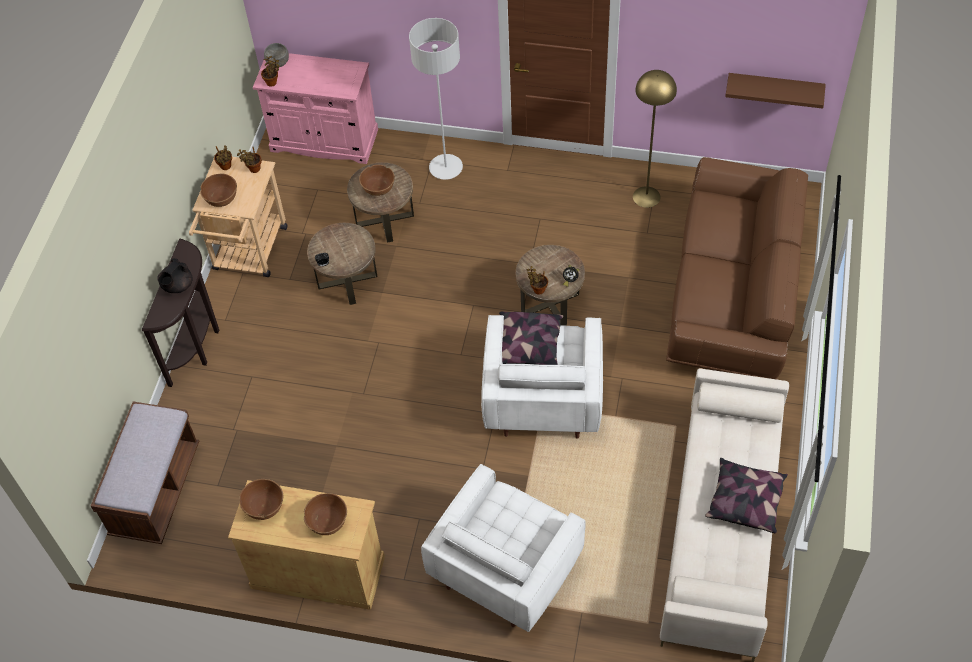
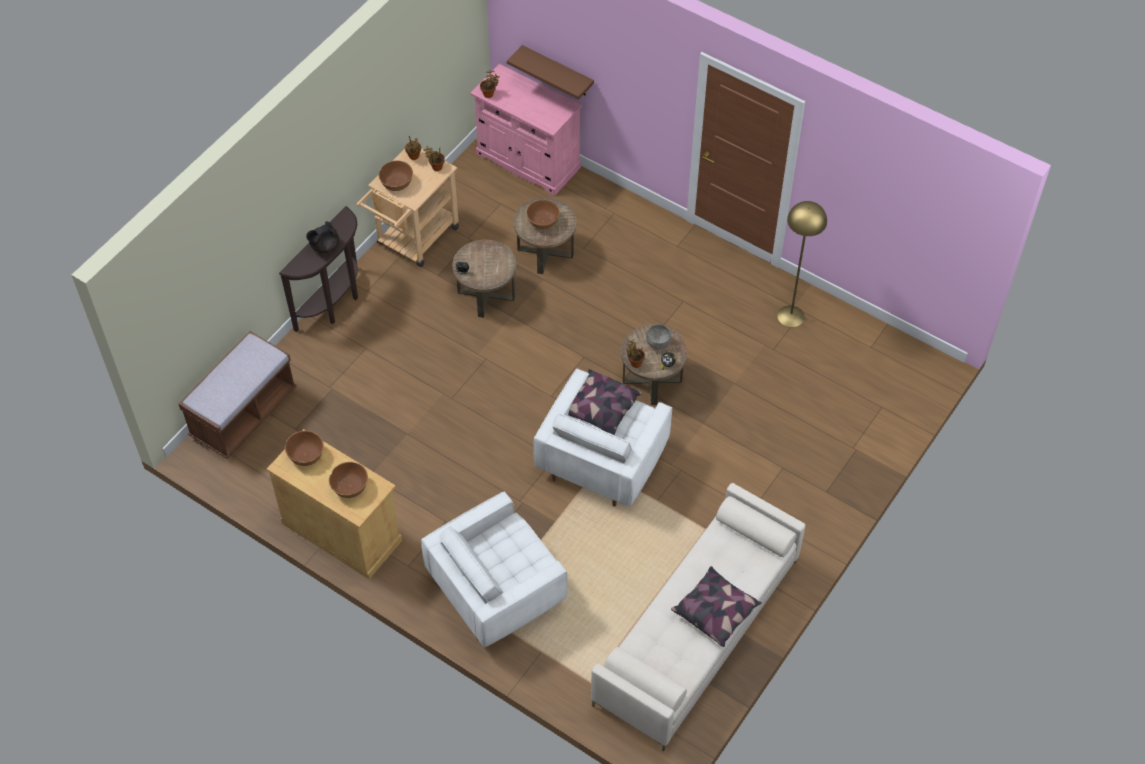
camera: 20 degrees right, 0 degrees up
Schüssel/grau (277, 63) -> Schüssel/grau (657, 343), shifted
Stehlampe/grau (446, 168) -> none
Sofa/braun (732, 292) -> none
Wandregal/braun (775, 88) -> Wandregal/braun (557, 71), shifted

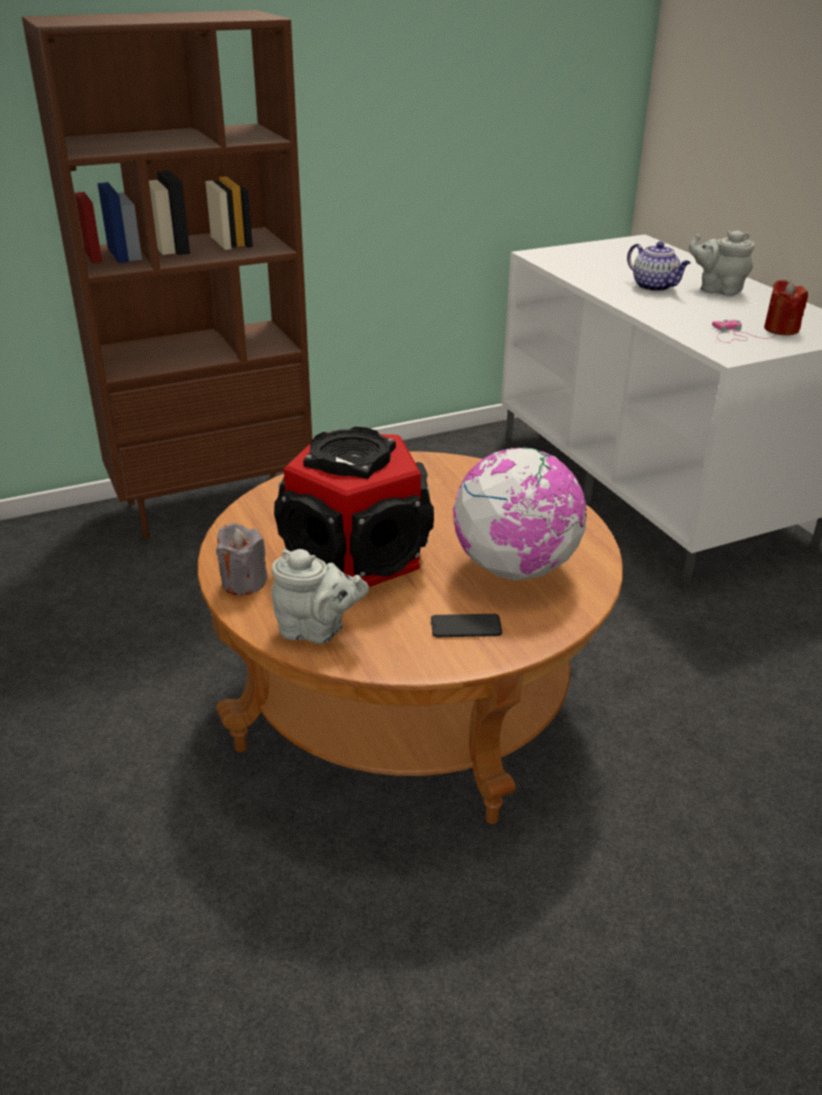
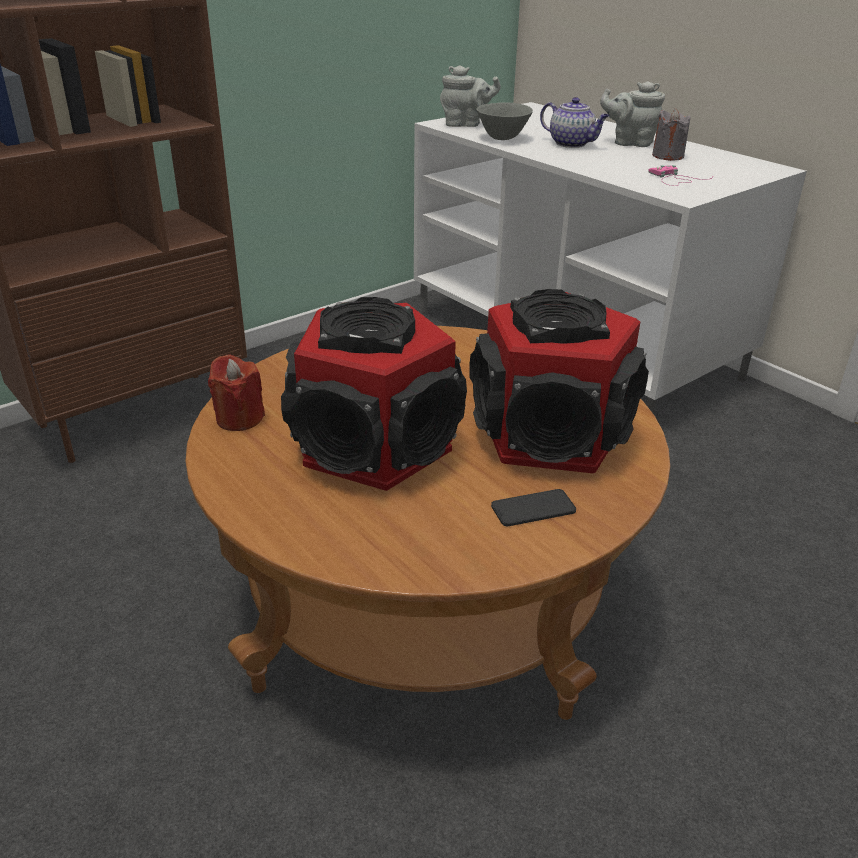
camera: 15 degrees left, 0 degrees up
Kerze/grau (243, 583) -> Kerze/grau (667, 156), shifted
Teekanne/grau (316, 631) -> Teekanne/grau (466, 125), shifted
Globus (515, 569) -> Lautsprecher (552, 436)
Kerze/rot (781, 329) -> Kerze/rot (239, 418), shifted
none -> Schüssel/grau (502, 138)

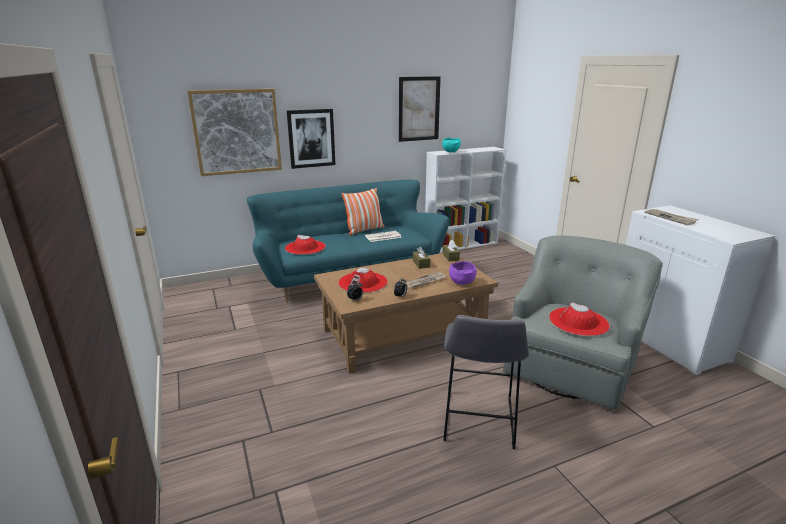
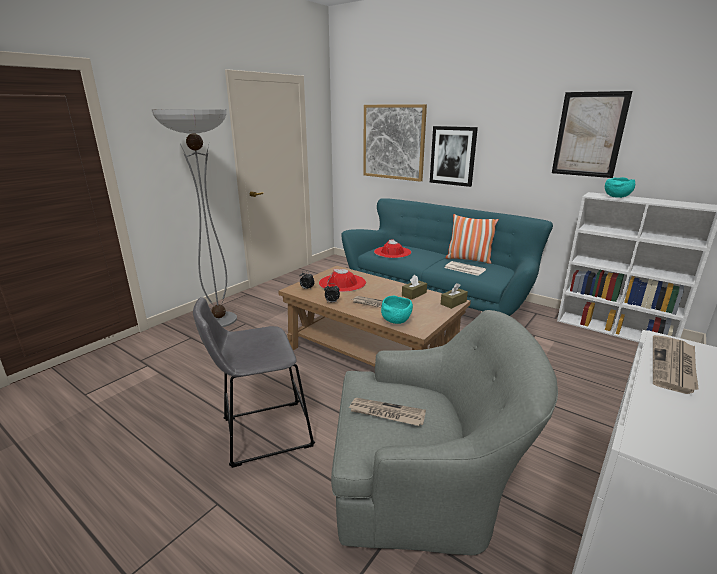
camera: 60 degrees right, 0 degrees up
Schüssel/lila (461, 282) -> Schüssel/türkis (396, 321)
Hut/rot (578, 321) -> Zeitung (386, 413)
none -> Stehlampe (219, 320)

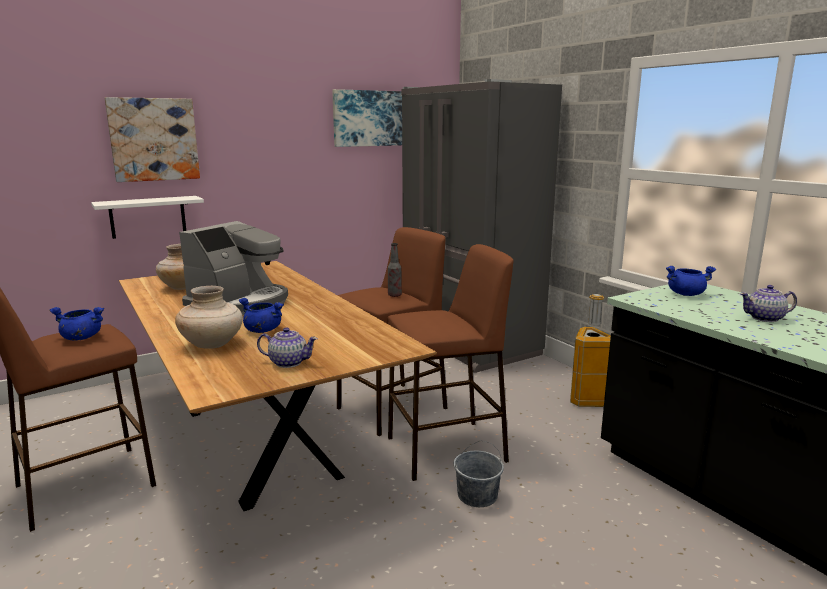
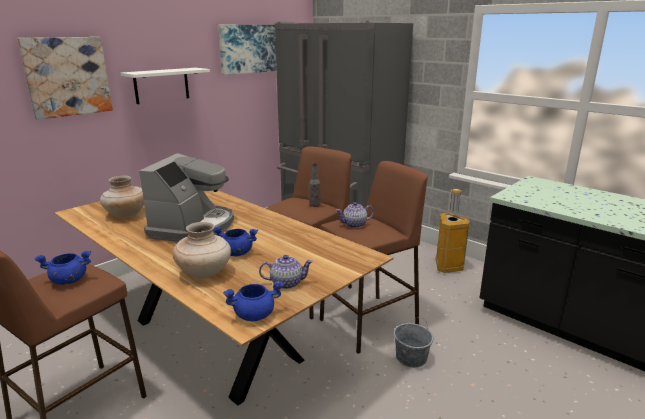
camera: 15 degrees left, 5 degrees up
Wandregal/weiß (148, 217) -> Wandregal/weiß (161, 85), shifted
Kochtopf/blau (686, 294) -> Kochtopf/blau (254, 314), shifted
Teekanne (765, 318) -> Teekanne (355, 225), shifted

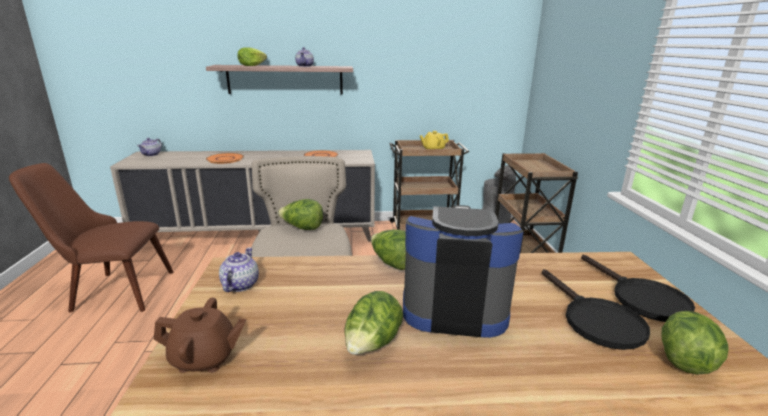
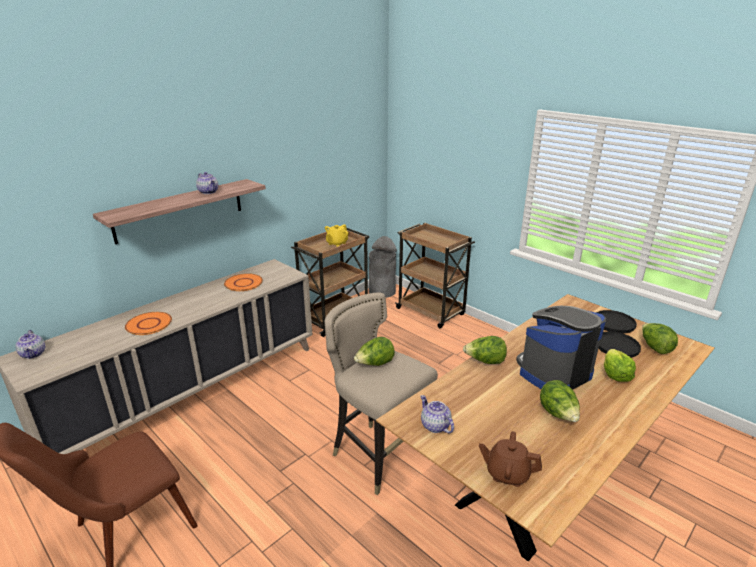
camera: 40 degrees left, 5 degrees up
Teekanne/braun (205, 358) -> Teekanne/braun (507, 473), 120 degrees counterclockwise
Salatkopf (251, 65) -> Salatkopf (615, 374), shifted

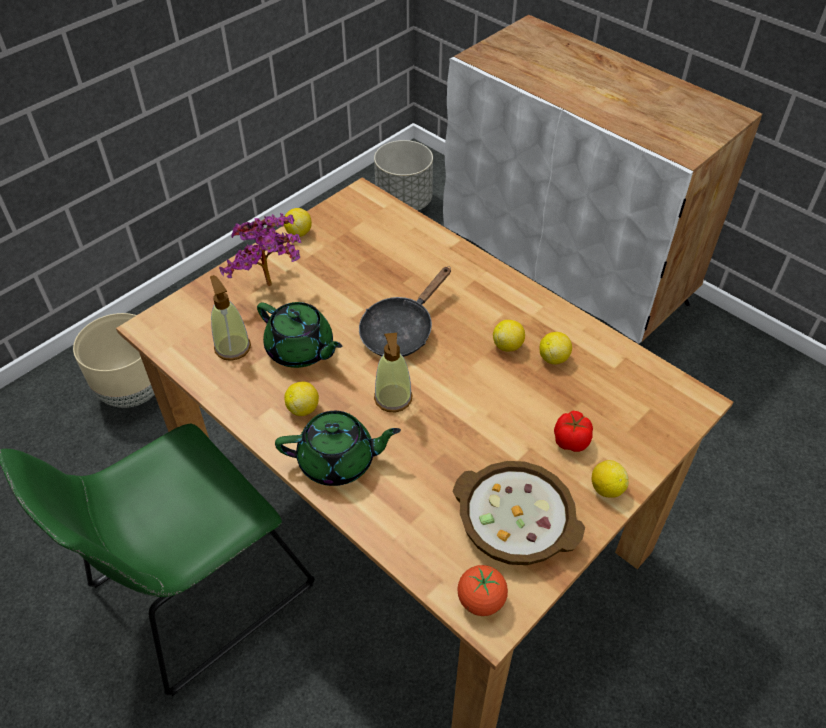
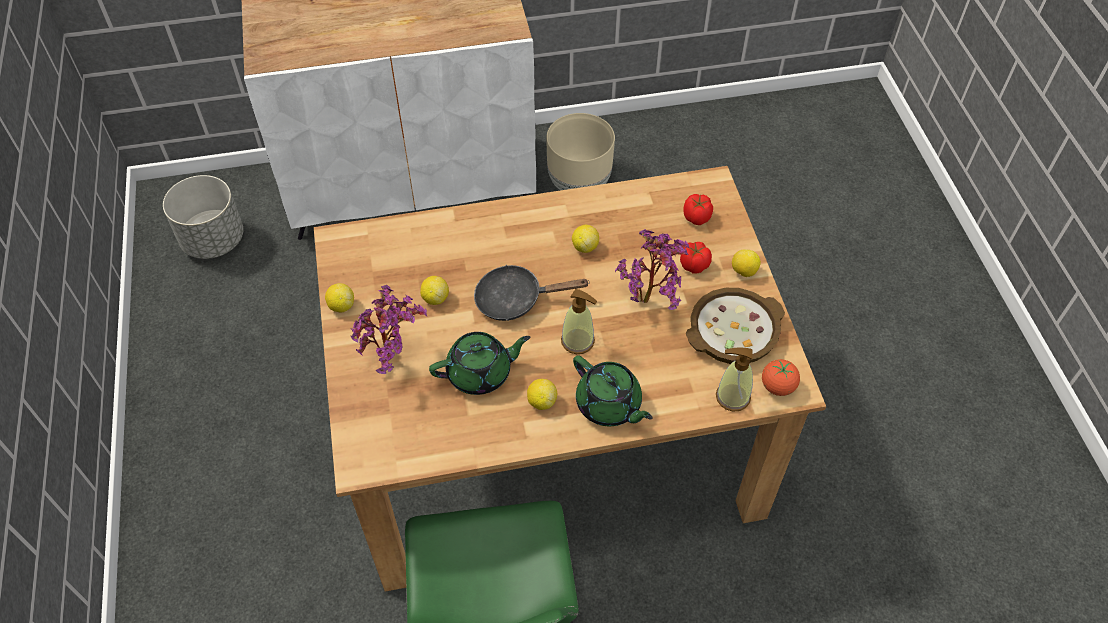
camera: 55 degrees left, 5 degrees up
Pflanzkübel/beige (134, 390) -> Pflanzkübel/beige (578, 183), shifted
Seifenspender (232, 347) -> Seifenspender (732, 397), shifted
Teekanne/grün (338, 461) -> Teekanne/grün (609, 405), 105 degrees clockwise
Pfanne/schwarz (401, 330) -> Pfanne/schwarz (515, 299), 105 degrees clockwise
Zitrone (553, 358) -> Zitrone (435, 298), shifted
none -> Topfpflanze (650, 300)
none -> Tomate (696, 218)

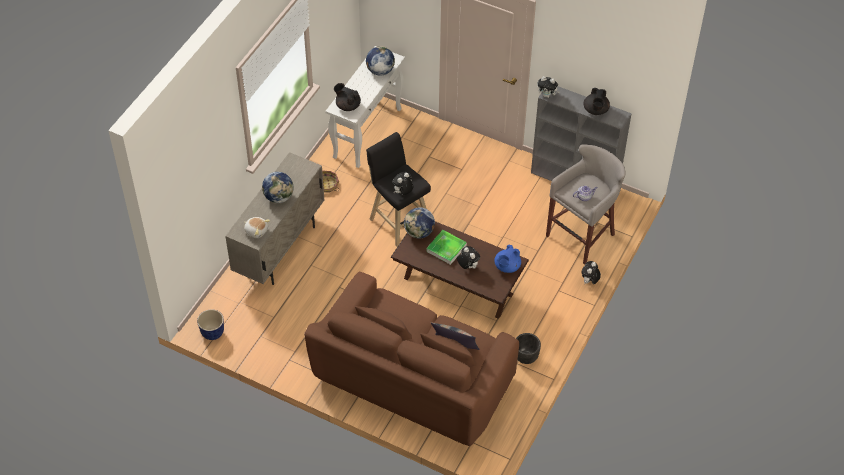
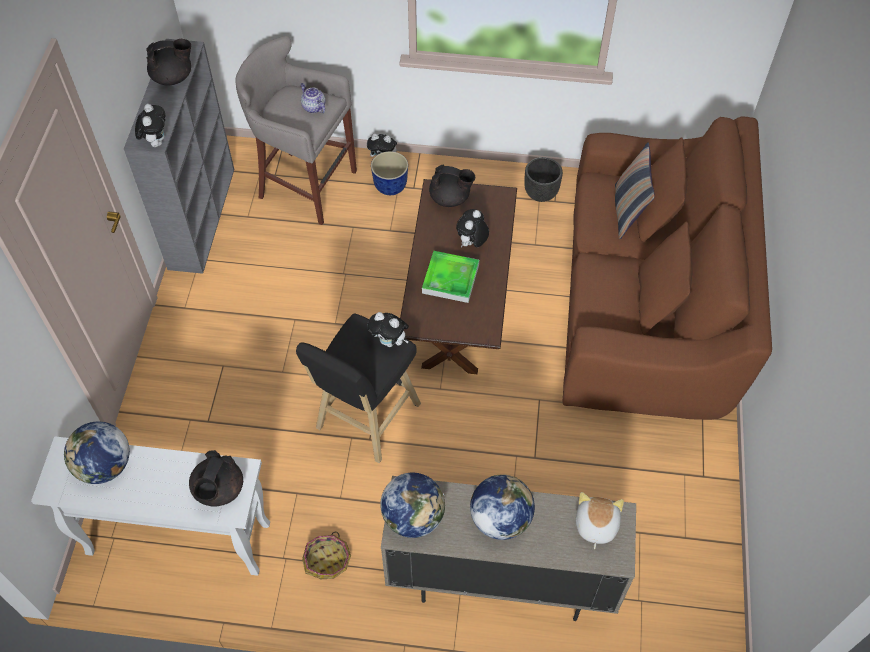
camera: 110 degrees left, 5 degrees up
Pflanzkübel (212, 333) -> Pflanzkübel (390, 187), shifted
Globus (419, 232) -> Globus (413, 517), shifted
Teekanne/blau (507, 267) -> Teekanne/schwarz (450, 198)

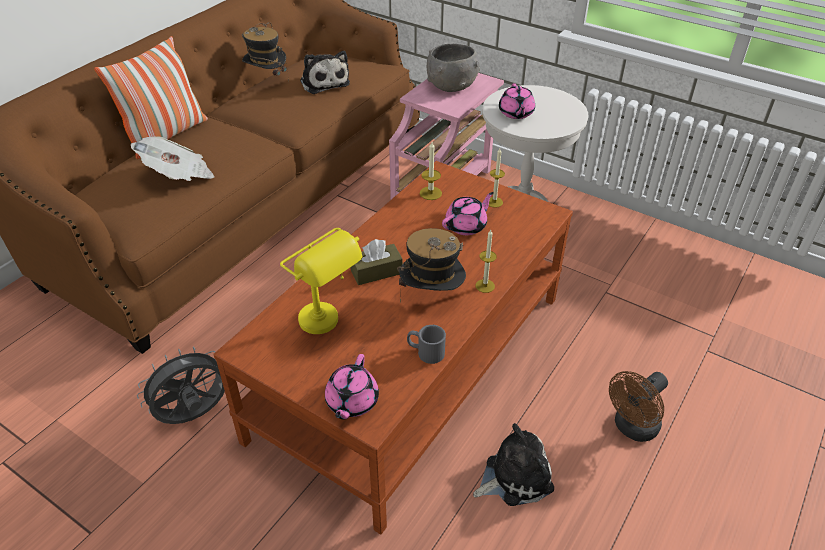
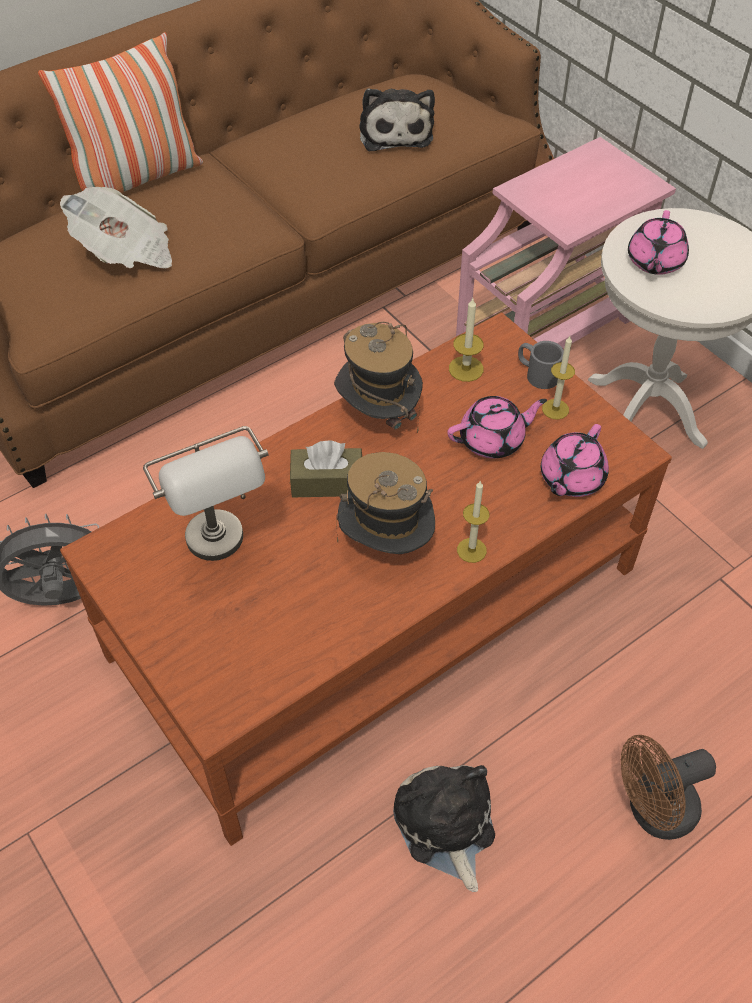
camera: 20 degrees right, 10 degrees up
Hut (267, 80) -> Hut (378, 417), shifted
Tischlampe/gelb (329, 326) -> Tischlampe/grau (224, 551)
Teekanne/rosa (351, 402) -> Teekanne/rosa (571, 478), shifted
Henkelbecher/grau (425, 352) -> Henkelbecher/grau (537, 373), shifted
Schüssel/grau (451, 86) -> none
Plüschtier (514, 476) -> Plüschtier (445, 826), 105 degrees counterclockwise

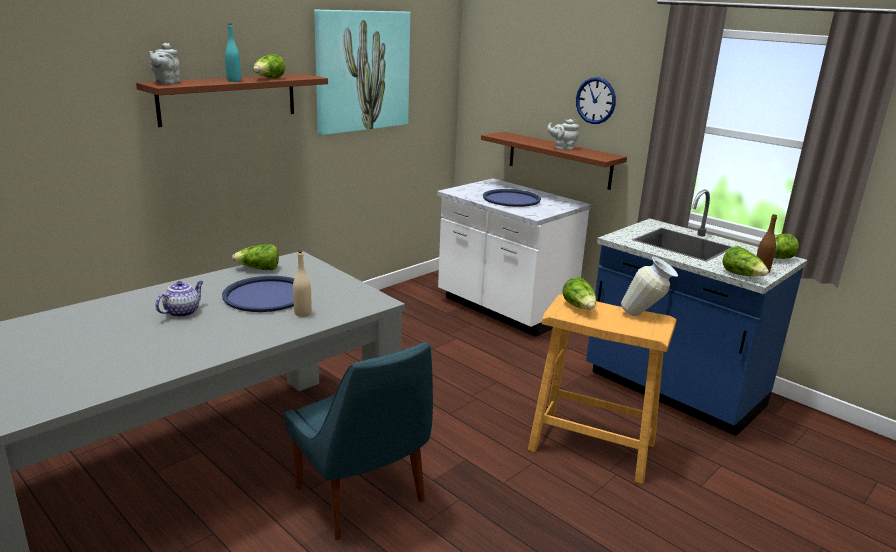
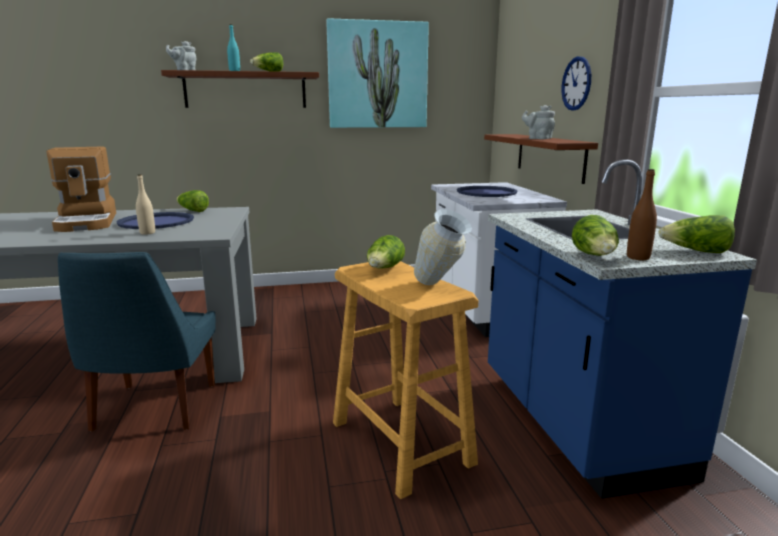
camera: 35 degrees right, 5 degrees down
Teekanne (182, 312) -> Kaffeemaschine (88, 222)

